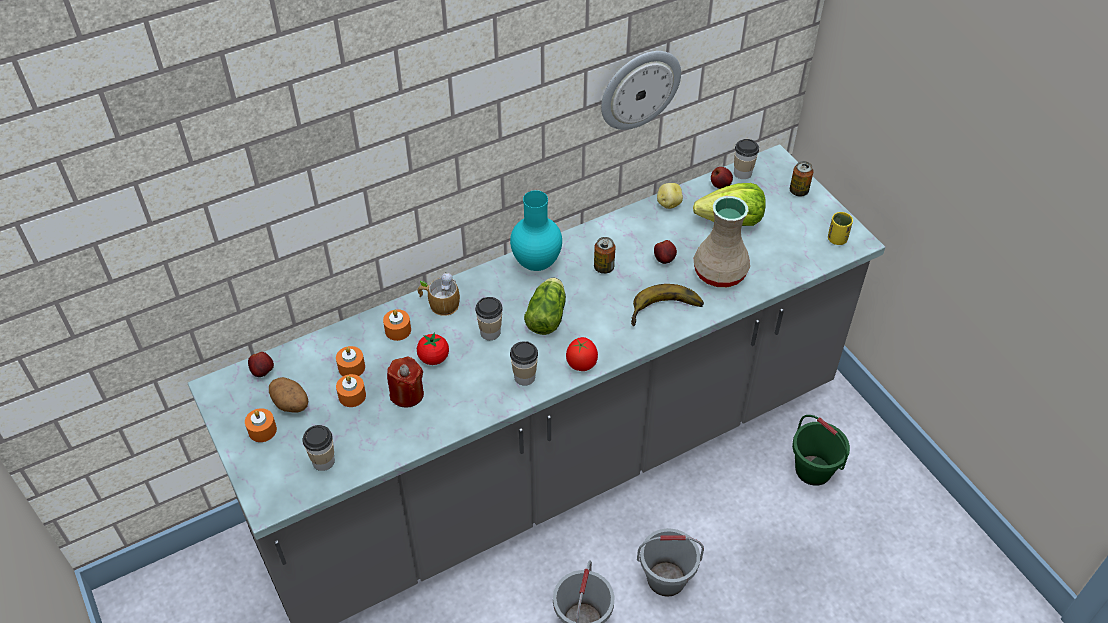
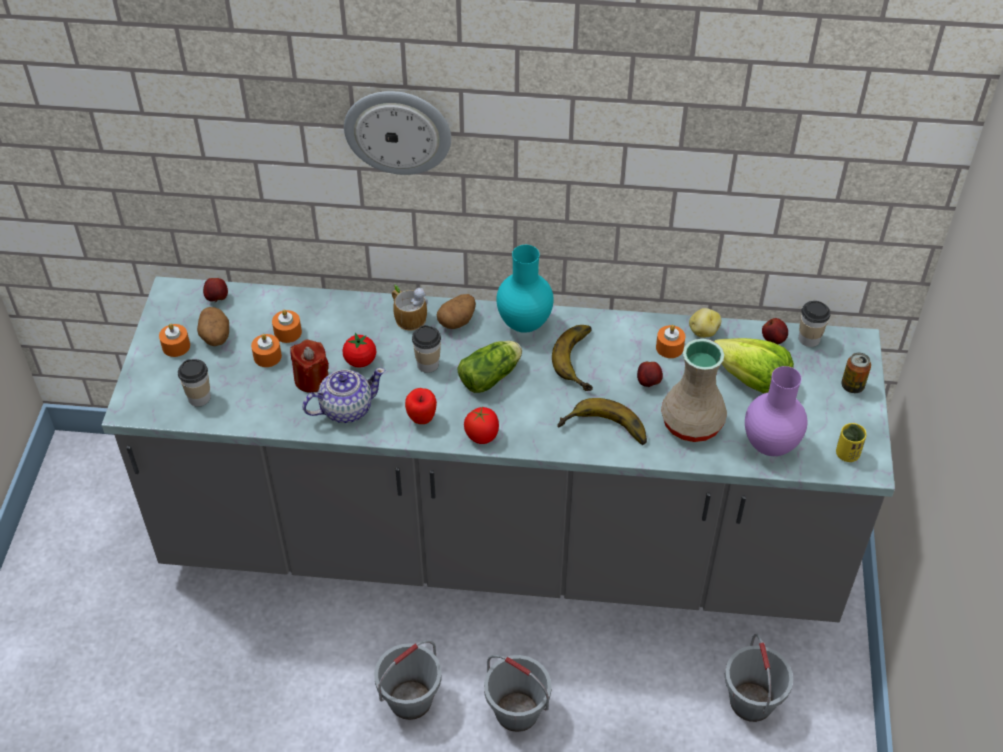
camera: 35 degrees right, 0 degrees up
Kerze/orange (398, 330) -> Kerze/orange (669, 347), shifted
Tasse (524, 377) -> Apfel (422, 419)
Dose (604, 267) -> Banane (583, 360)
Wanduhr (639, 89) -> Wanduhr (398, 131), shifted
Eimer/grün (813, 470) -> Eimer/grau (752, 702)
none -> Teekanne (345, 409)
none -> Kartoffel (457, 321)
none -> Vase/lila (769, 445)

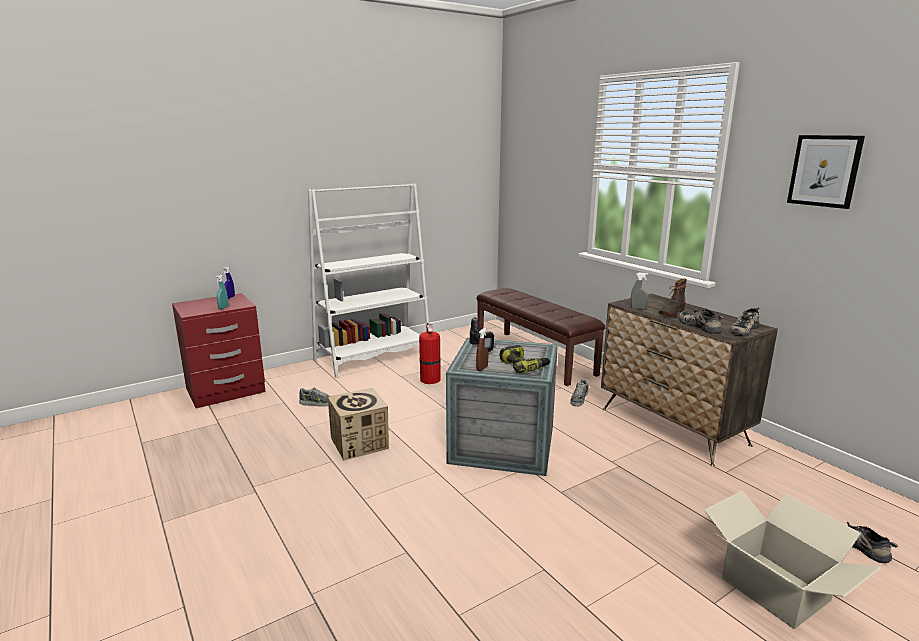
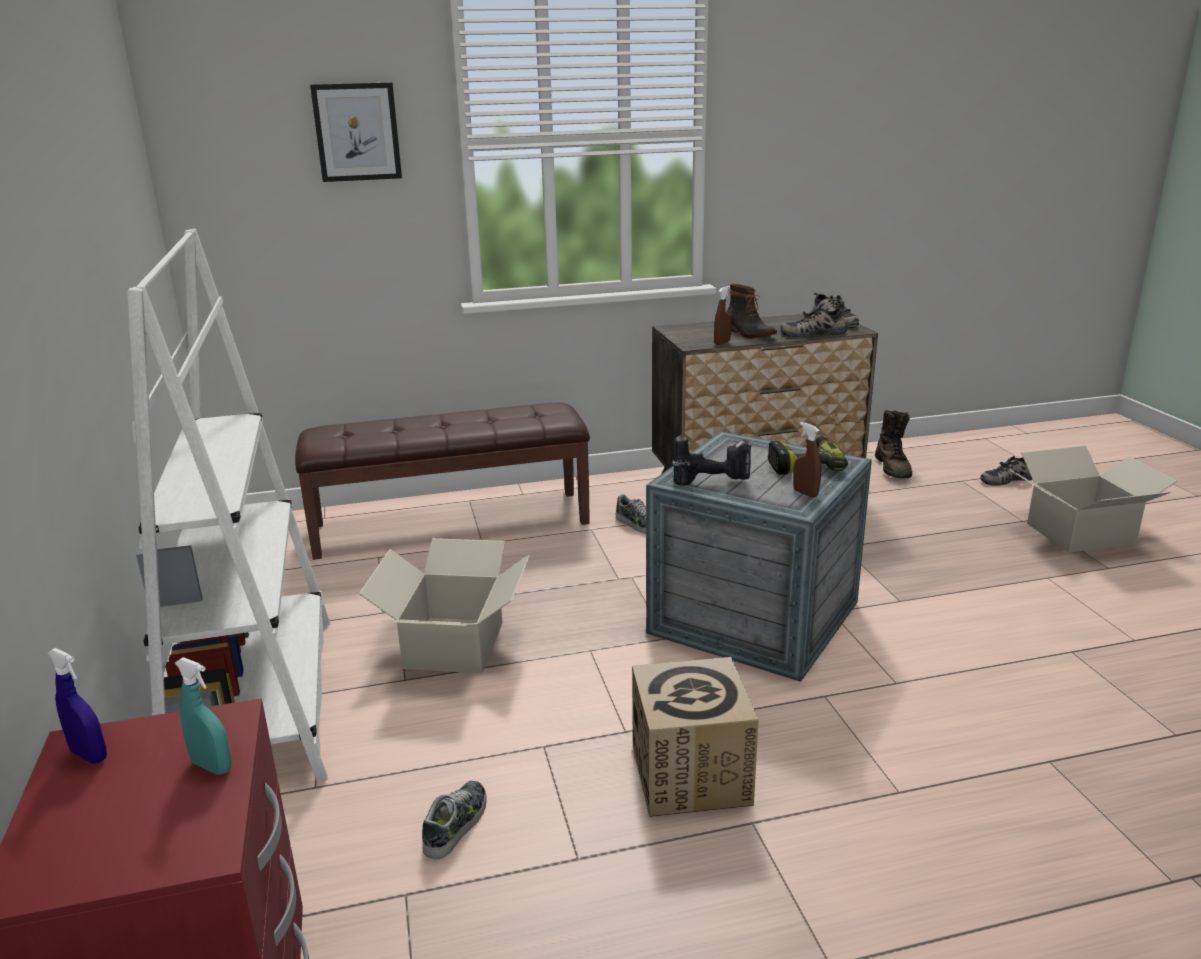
camera: 70 degrees left, 5 degrees up
Feuerlöscher (430, 379) -> Karton (453, 645)
Sprühflasche/grau (638, 308) -> Sprühflasche/braun (722, 343)
Bild (824, 171) -> Bild (357, 132), shifted
none -> Stiefel/braun (893, 468)

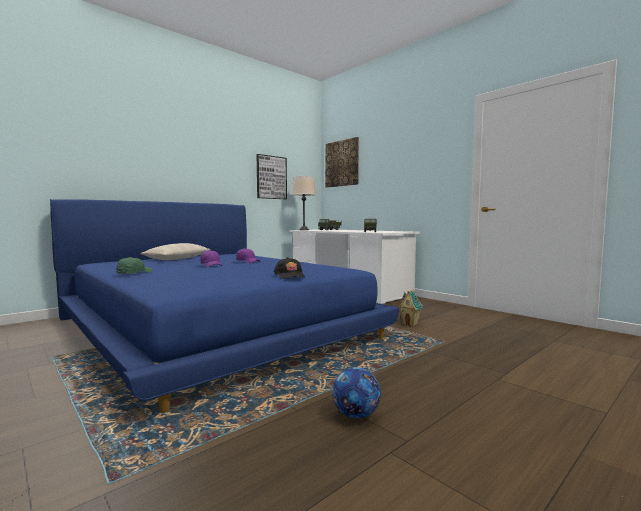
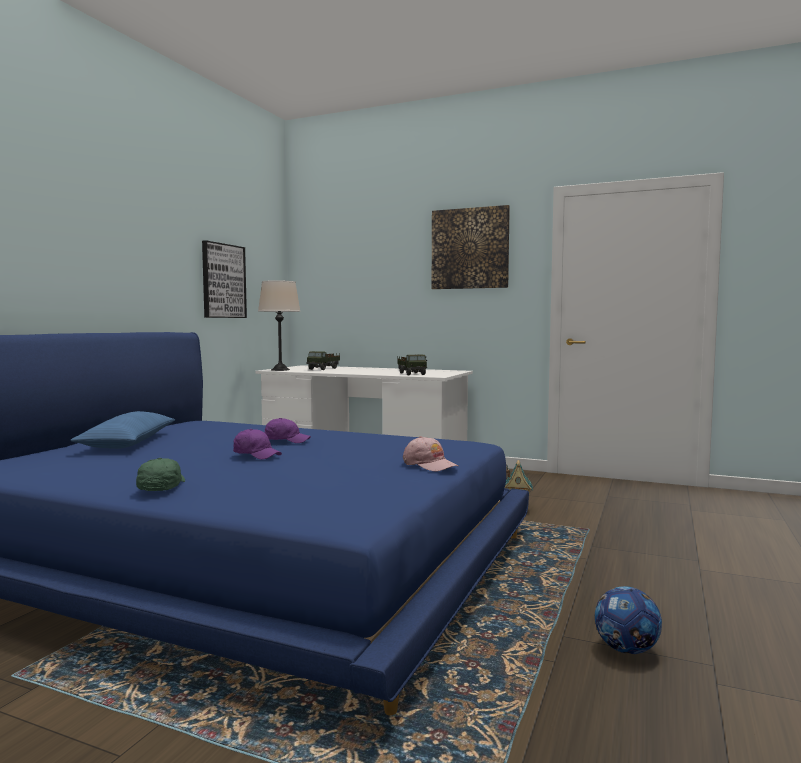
camera: 25 degrees left, 0 degrees up
Kissen/beige (178, 259) -> Kissen/blau (128, 443)
Kappe/schwarz (290, 276) -> Kappe/rosa (430, 464)
Bild (342, 163) -> Bild (470, 248), shifted

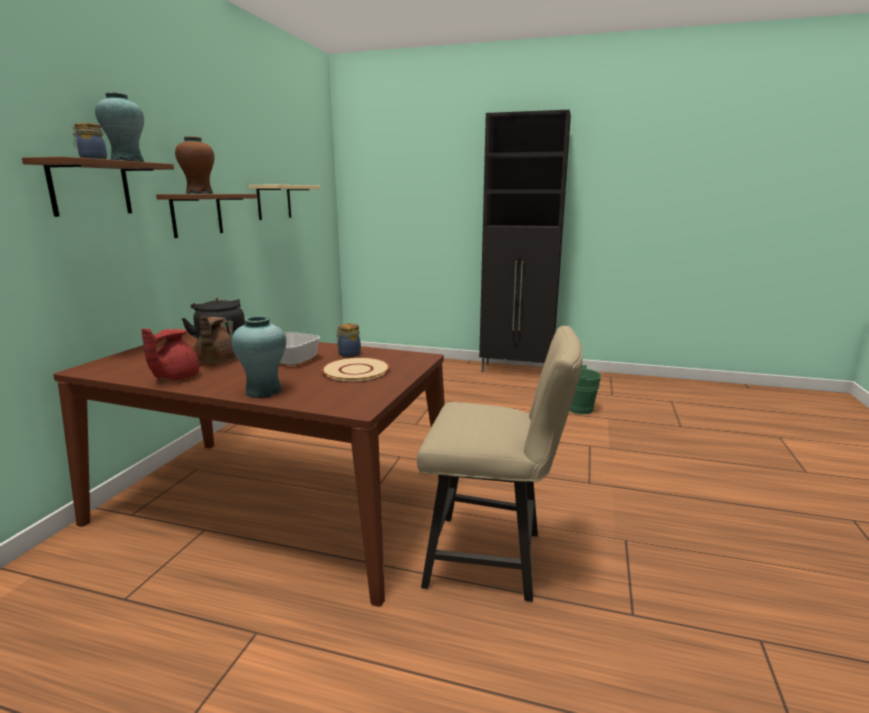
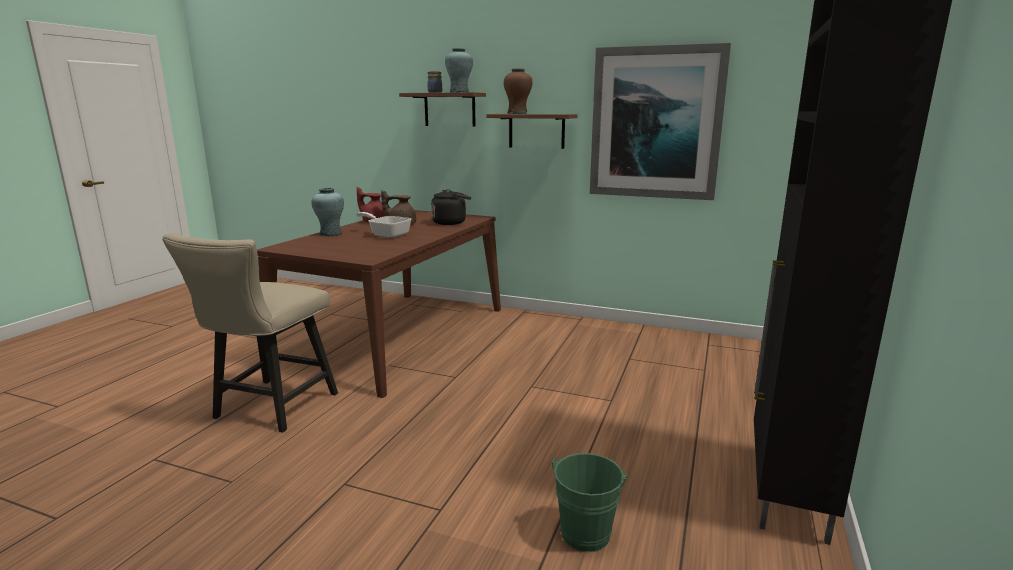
camera: 95 degrees right, 0 degrees up
Wandregal/beige (274, 202) -> Bild (656, 123)
Teller/beige (356, 371) -> none
Vorratsglas (348, 354) -> none

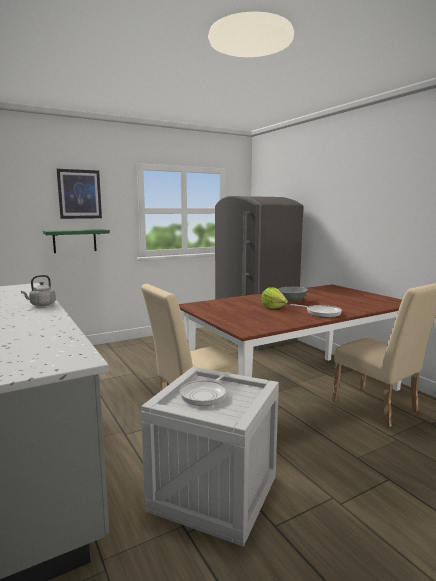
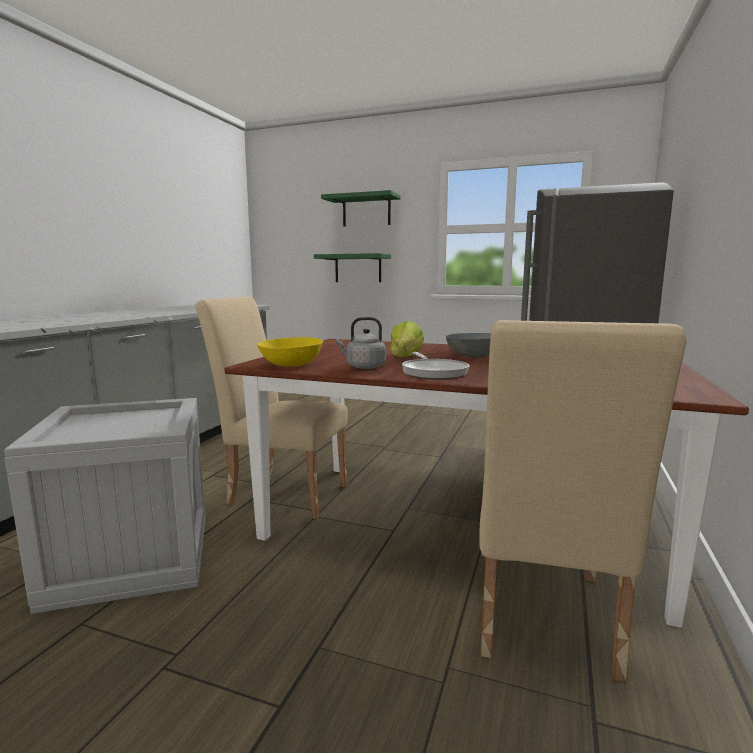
camera: 50 degrees right, 0 degrees up
Wasserkessel/grau (41, 304) -> Wasserkessel/grau (363, 367), shifted
Bild (79, 194) -> Wandregal/grün (366, 211)
Pfanne (205, 394) -> none
none -> Schüssel/gelb (291, 364)

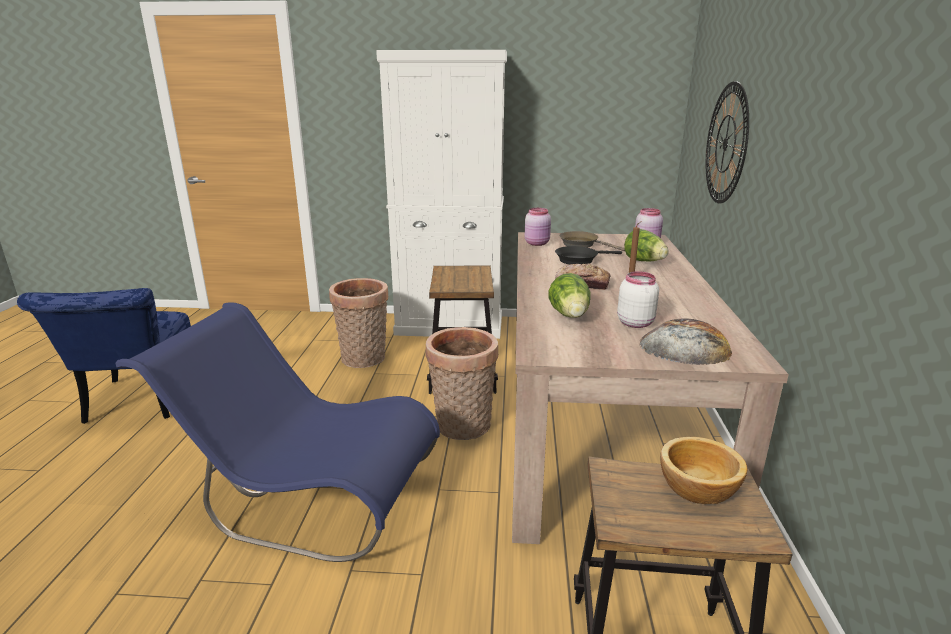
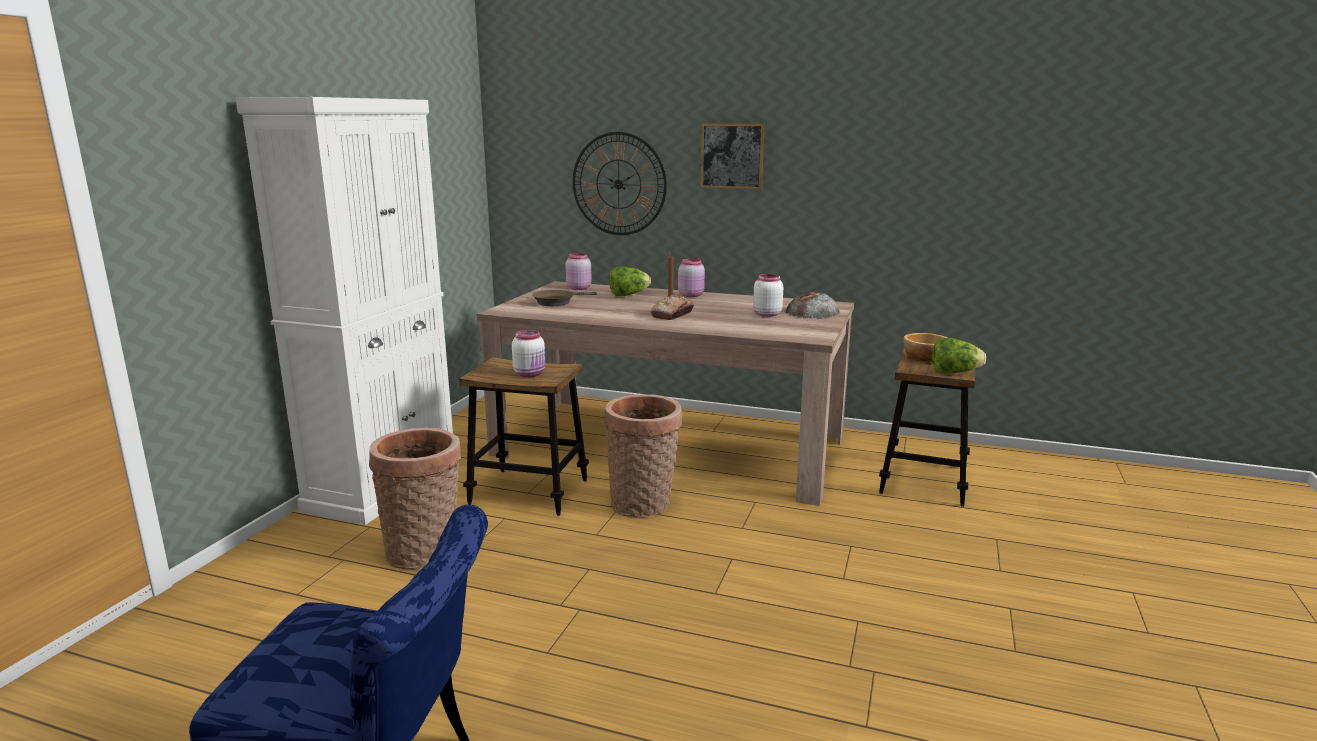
camera: 75 degrees left, 5 degrees down
Stuhl/blau (307, 497) -> none
Vorratsglas/rosa (537, 243) -> Vorratsglas/rosa (691, 295), shifted
Salatkopf (570, 316) -> Salatkopf (954, 373), shifted
Pfanne/schwarz (579, 260) -> none
none -> Vorratsglas/weiß (530, 374)
none -> Bild (732, 156)

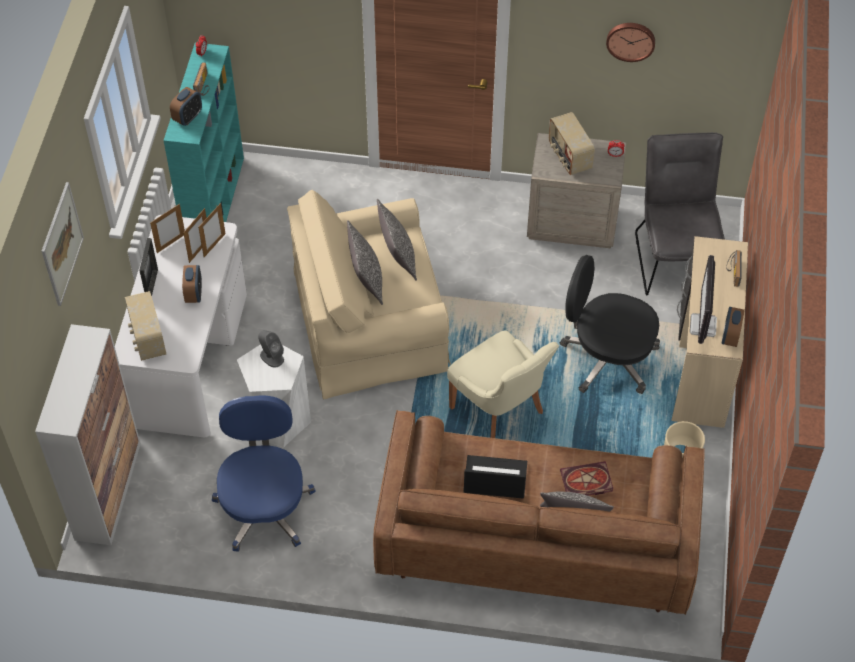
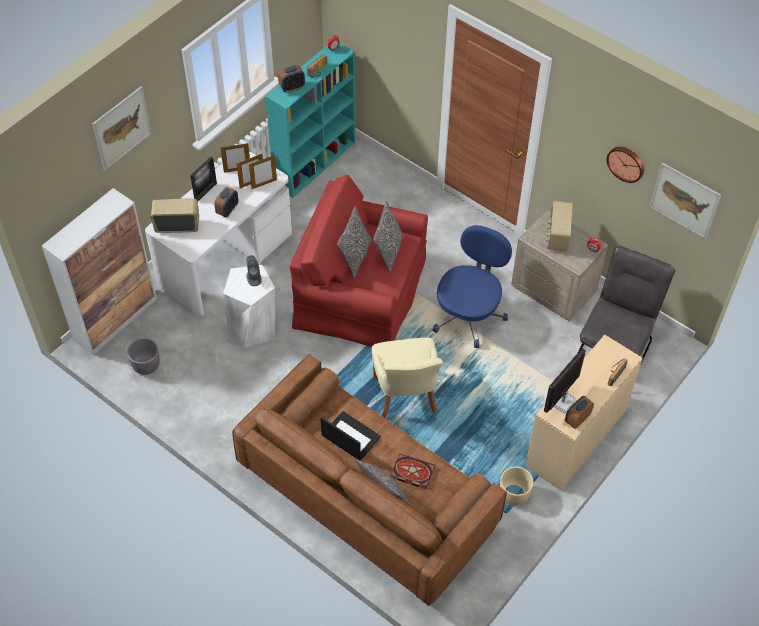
camera: 30 degrees right, 0 degrees up
Radio (147, 338) -> Radio (177, 225), 75 degrees clockwise
Bürostuhl/blau (264, 507) -> Bürostuhl/blau (468, 314), shifted
Sessel/beige (370, 323) -> Sessel/rot (360, 292)
Bürostuhl/schwarz (607, 358) -> none
none -> Pflanzkübel/grau (146, 365)
none -> Bild (684, 200)

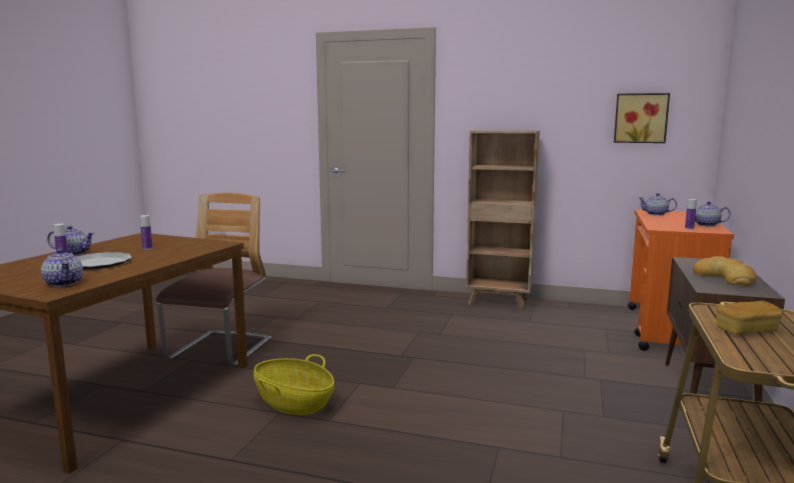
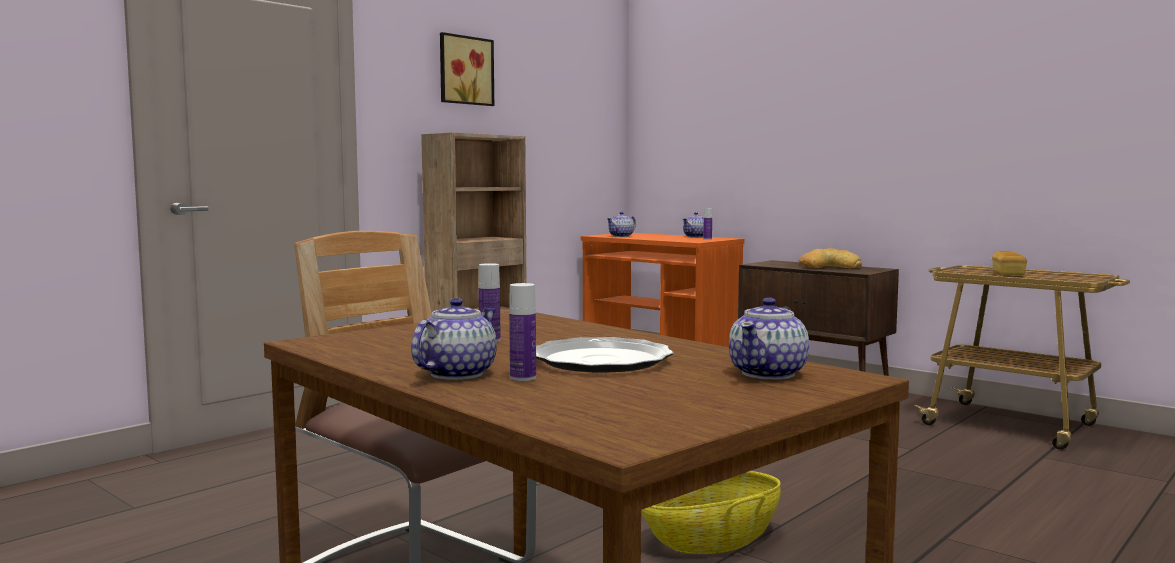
camera: 65 degrees left, 5 degrees down
Teekanne (64, 283) -> Teekanne (769, 373), 135 degrees clockwise
Bild (640, 118) -> Bild (464, 70), shifted

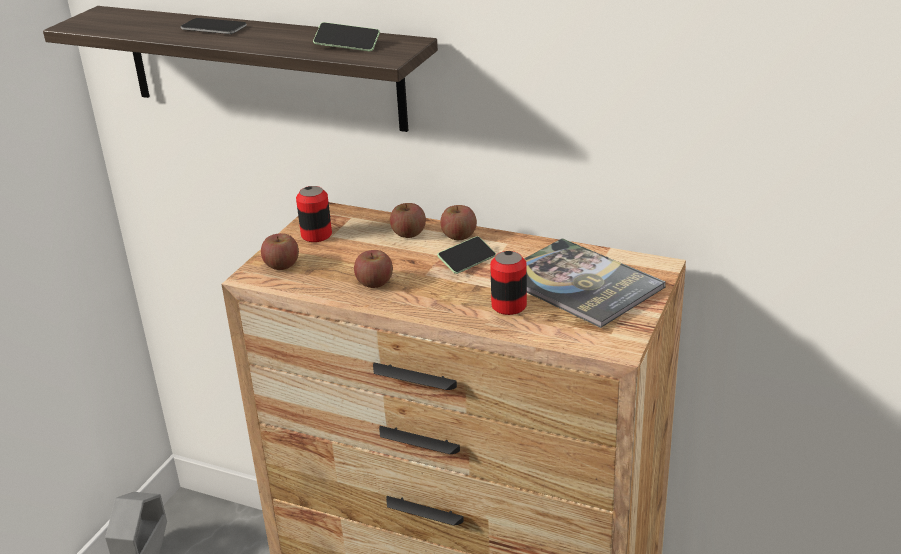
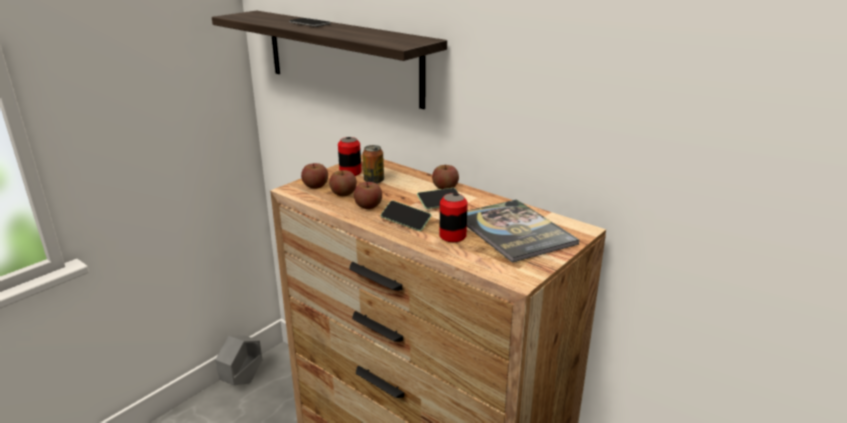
camera: 15 degrees right, 5 degrees down
Handy (347, 46) -> Handy (405, 222), shifted
Apfel (408, 233) -> Apfel (343, 193), shifted
none -> Dose (374, 181)

